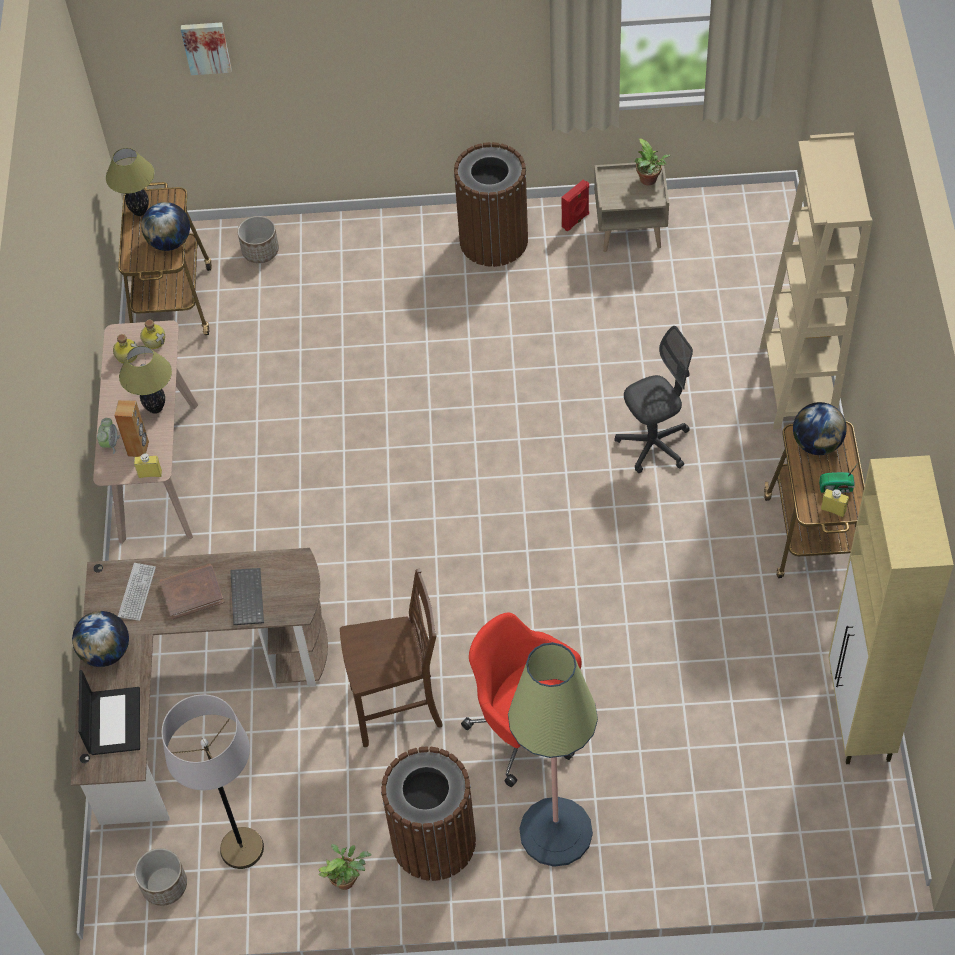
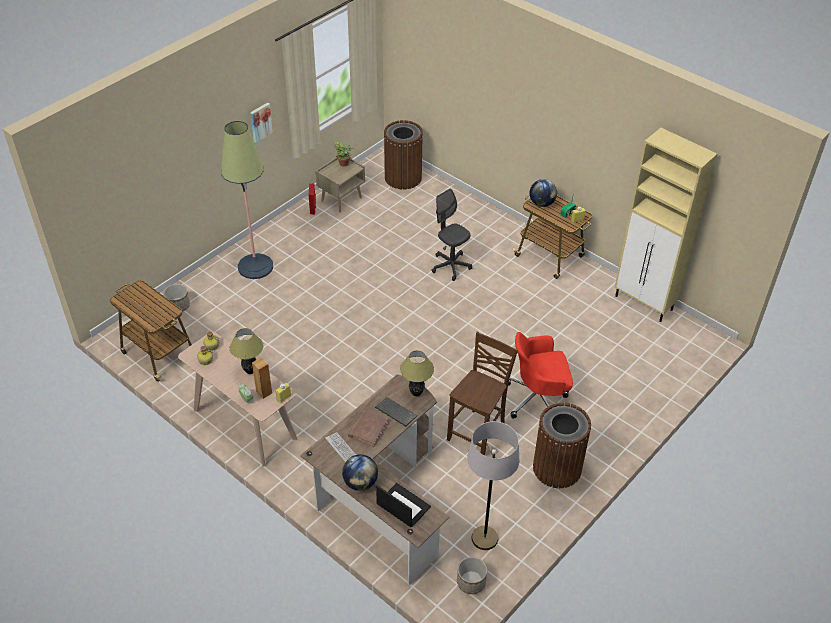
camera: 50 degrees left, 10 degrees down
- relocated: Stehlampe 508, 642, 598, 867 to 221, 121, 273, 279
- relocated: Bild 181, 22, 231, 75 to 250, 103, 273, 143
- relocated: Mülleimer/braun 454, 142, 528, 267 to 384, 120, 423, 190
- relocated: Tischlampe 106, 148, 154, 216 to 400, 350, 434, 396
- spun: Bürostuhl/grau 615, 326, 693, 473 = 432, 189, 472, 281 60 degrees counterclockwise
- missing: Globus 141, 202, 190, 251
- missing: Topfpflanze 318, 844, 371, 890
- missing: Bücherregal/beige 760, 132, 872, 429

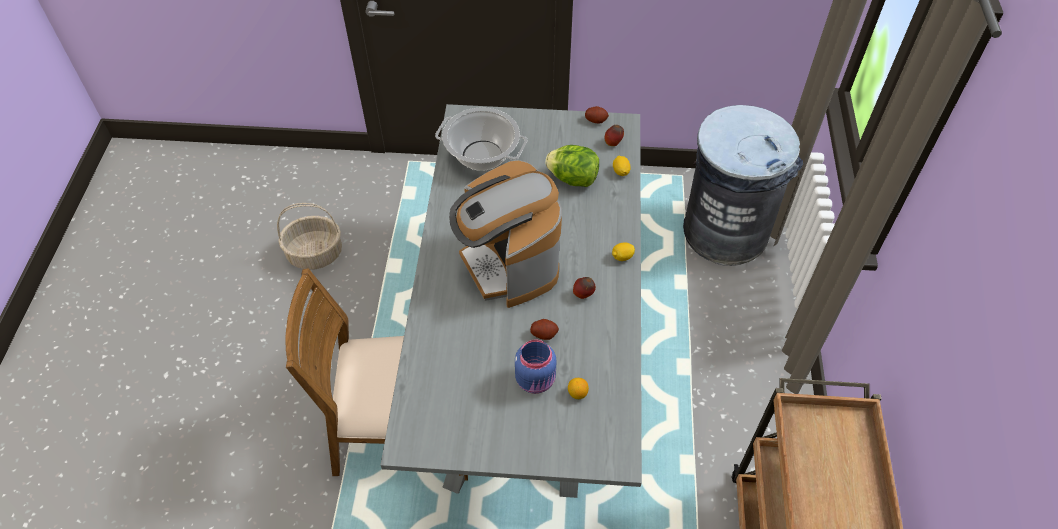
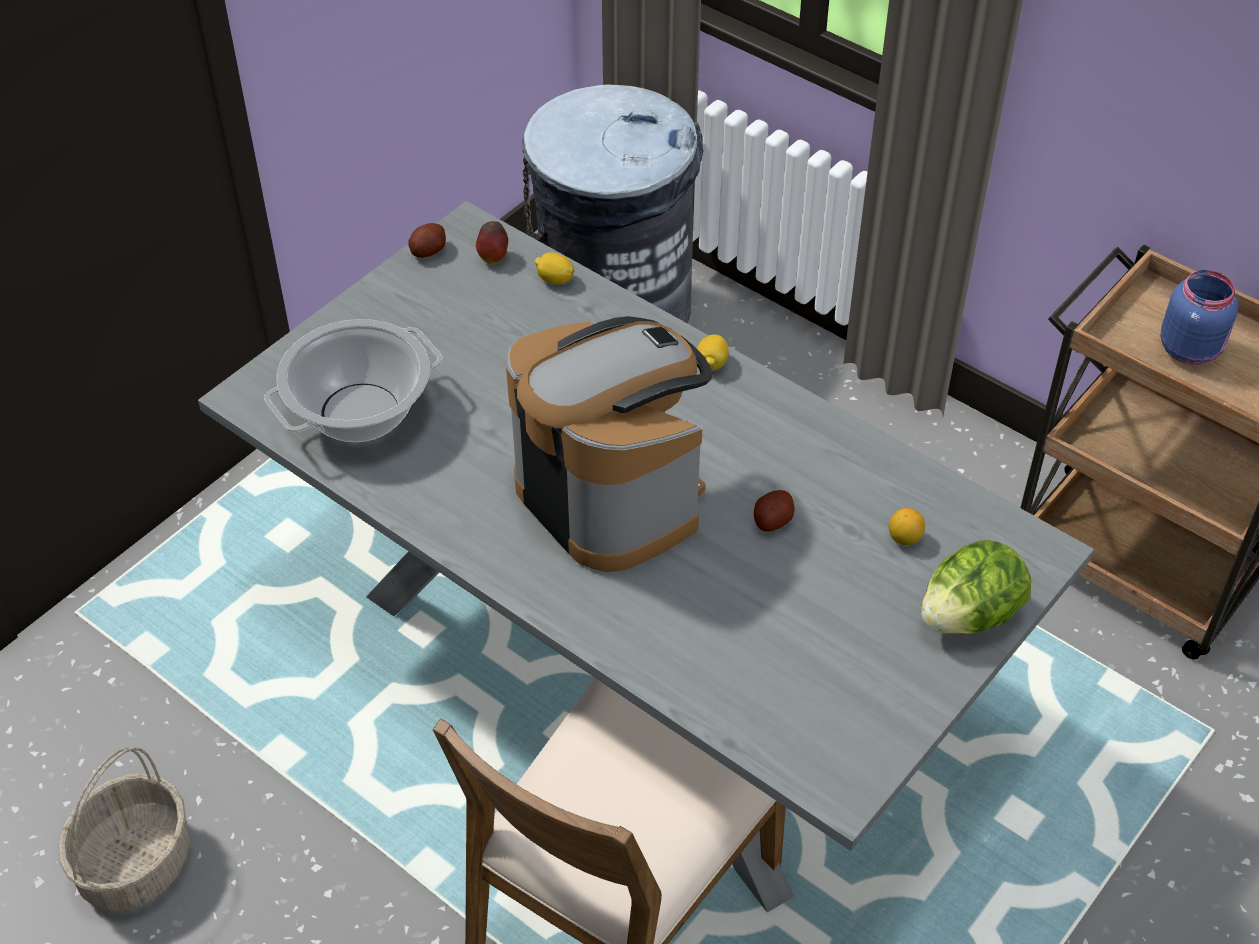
camera: 55 degrees left, 5 degrees down
- spun: Kaffeemaschine 449, 160, 562, 308 = 505, 316, 713, 572 135 degrees counterclockwise
- relocated: Salatkopf 545, 145, 599, 187 to 921, 540, 1031, 635
- relocated: Vorratsglas/blau 515, 339, 557, 394 to 1160, 270, 1238, 365
- missing: Apfel 573, 277, 596, 299

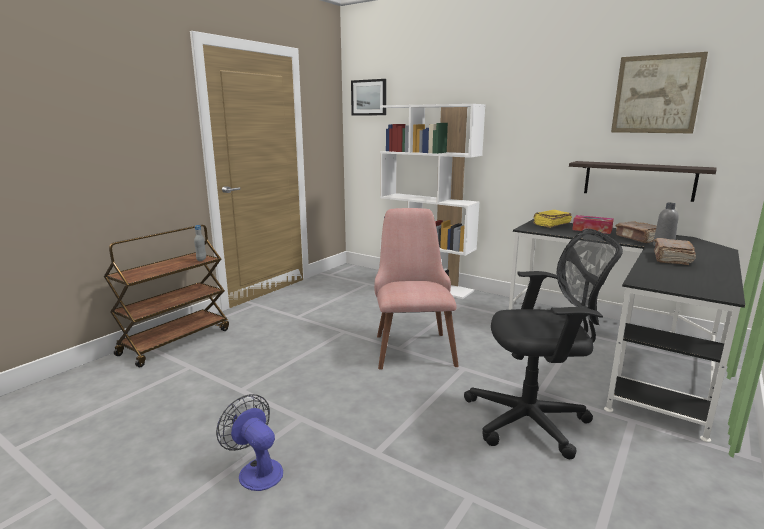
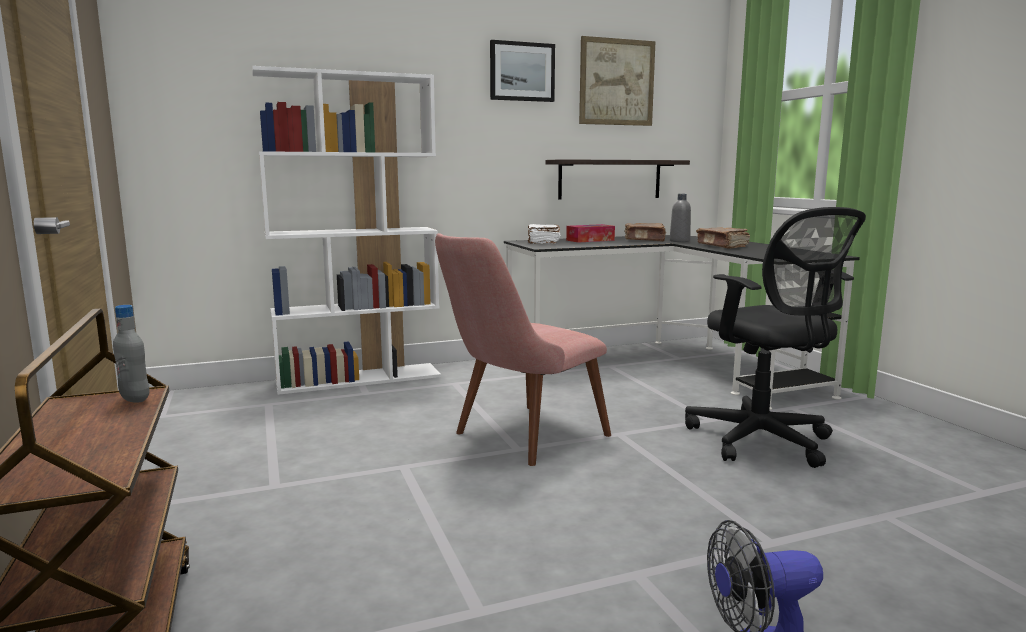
camera: 55 degrees left, 5 degrees down
- spun: Stuhl/rosa 374, 208, 459, 370 = 435, 233, 611, 466 75 degrees counterclockwise
- relocated: Bild 351, 79, 386, 115 to 490, 40, 555, 102
- colour: Buch/gelb 533, 210, 572, 228 to Buch/weiß 528, 224, 561, 244
- spun: Bürostuhl/schwarz 464, 229, 623, 459 = 685, 207, 866, 468 120 degrees clockwise

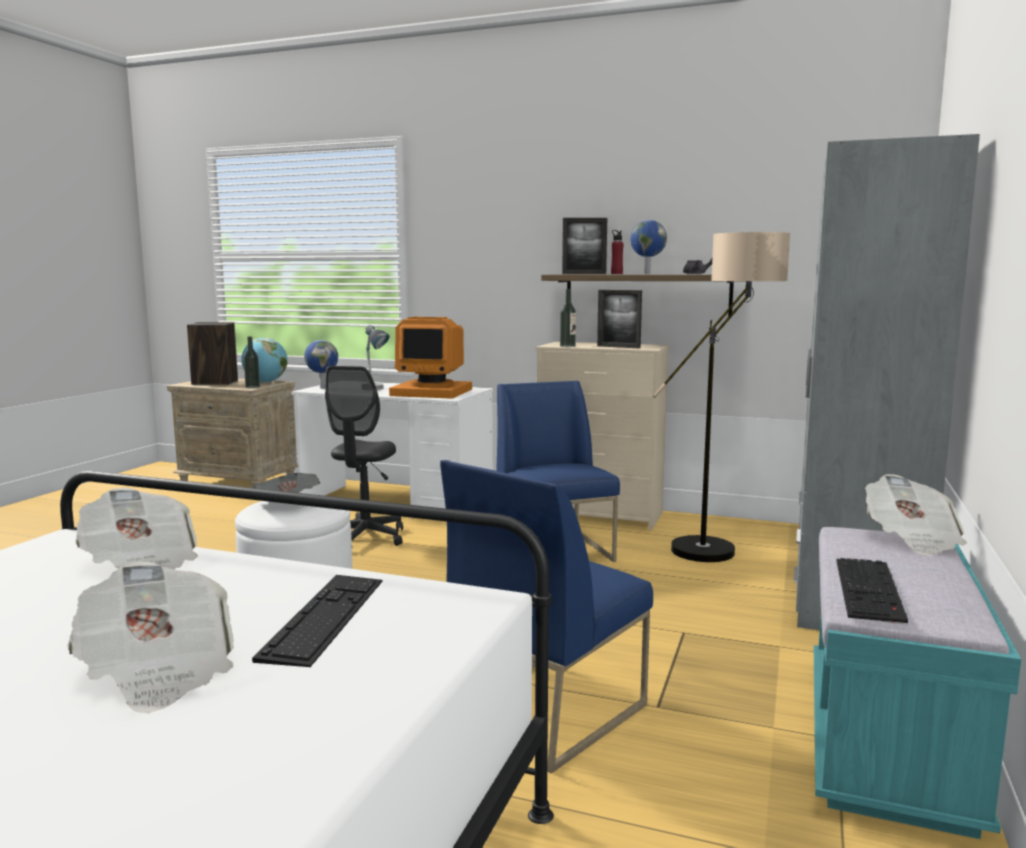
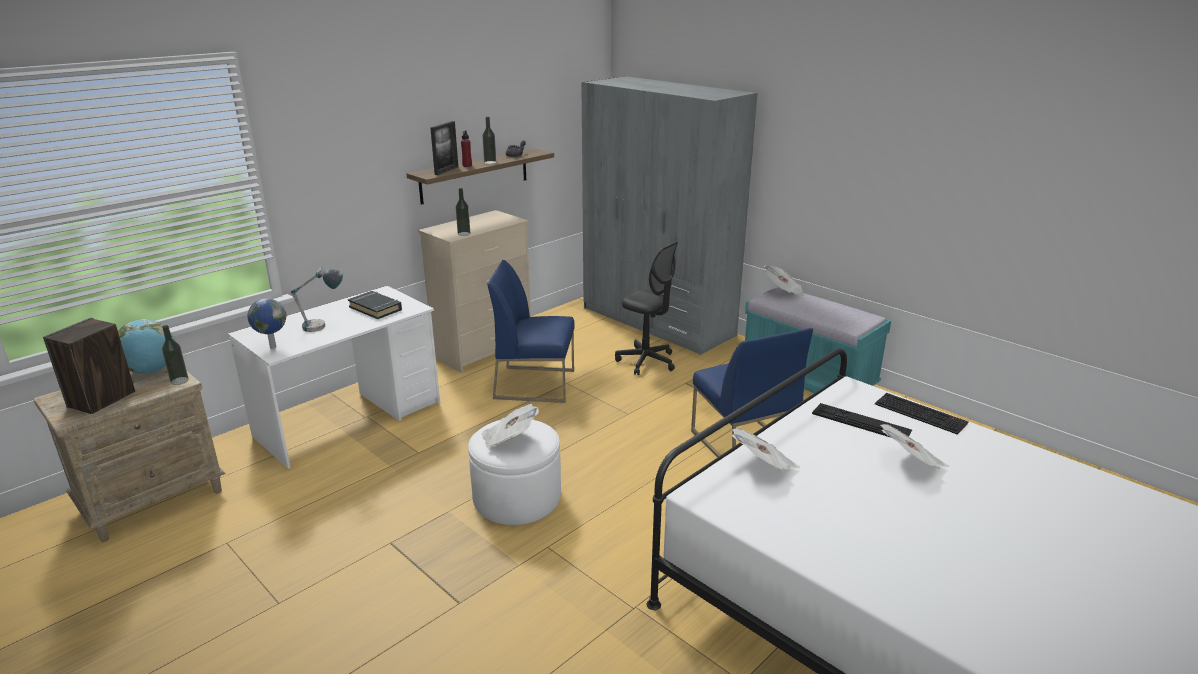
camera: 65 degrees left, 15 degrees up
- exchanged: Monitor 389, 317, 472, 399 to Buch/schwarz 348, 291, 402, 319
- exchanged: Globus 630, 220, 667, 274 to Flasche 482, 117, 496, 164
- relocated: Bürostuhl/schwarz 325, 366, 403, 546 to 615, 242, 678, 375
- relocated: Tastatur 836, 558, 908, 625 to 875, 393, 968, 435
- missing: Bilderrahmen 597, 290, 642, 348
- missing: Stehlampe 653, 232, 790, 562

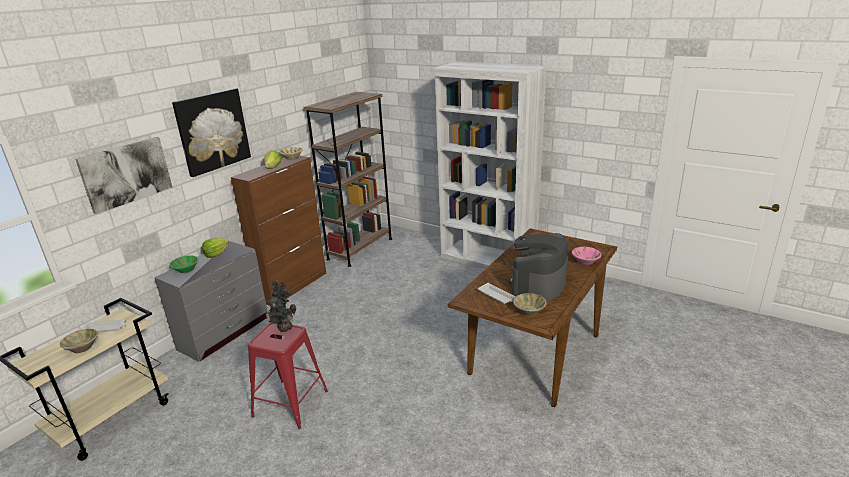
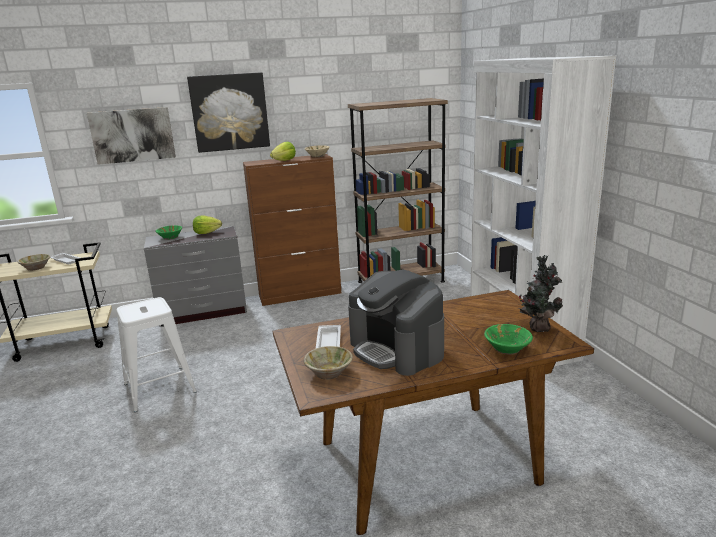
camera: 40 degrees right, 5 degrees down
- colour: Hocker/rot 248, 323, 328, 429 to Hocker/weiß 117, 297, 197, 412
- spun: Kaffeemaschine 509, 233, 568, 301 = 348, 269, 444, 376 105 degrees counterclockwise
- colour: Schüssel/rosa 572, 247, 602, 265 to Schüssel/grün 484, 324, 533, 355
- relocated: Topfpflanze 266, 280, 297, 332 to 518, 255, 563, 332

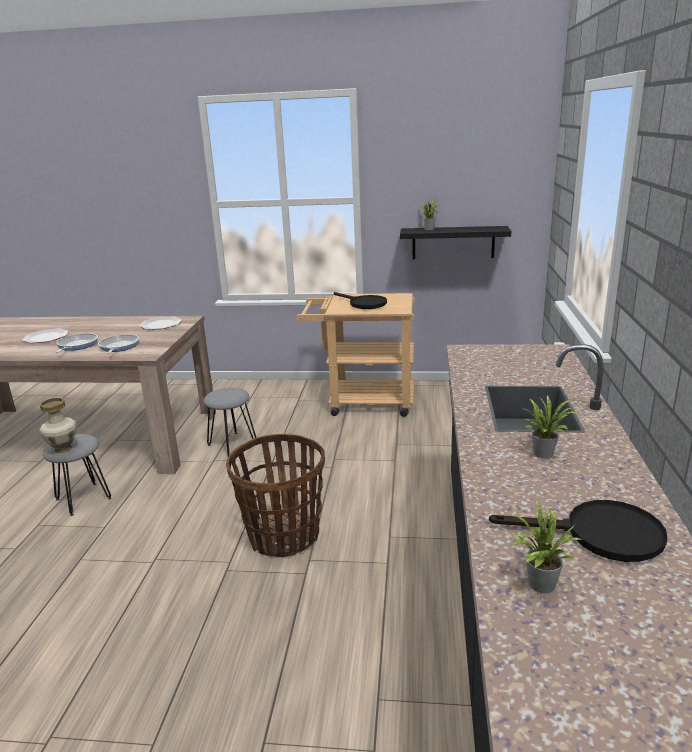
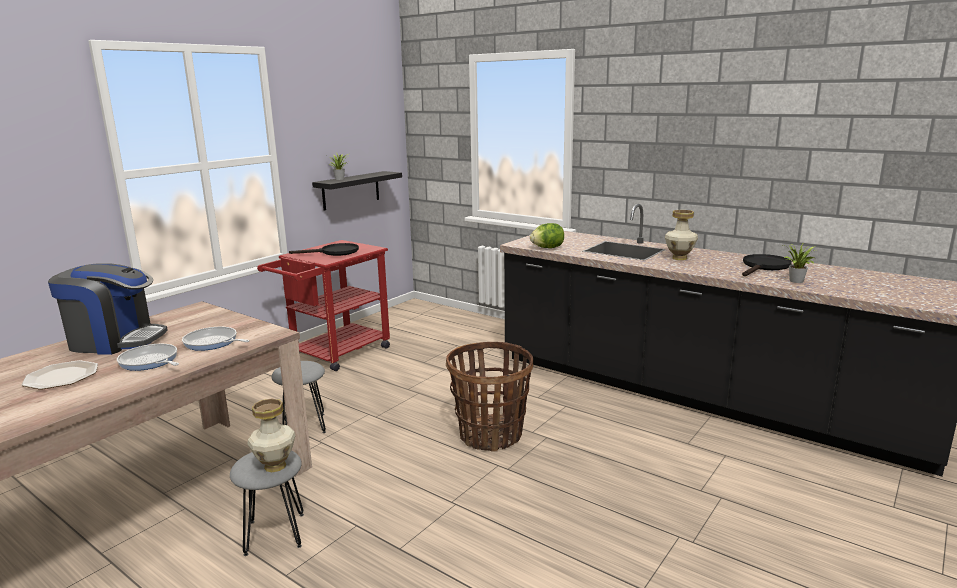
camera: 60 degrees left, 5 degrees down
- appeared: Kaffeemaschine 48, 263, 167, 355
- colour: Rollwagen/beige 296, 293, 415, 417 to Rollwagen/rot 257, 240, 390, 371
- appeared: Salatkopf 530, 223, 564, 248
- exchanged: Topfpflanze 525, 395, 577, 458 to Vase 665, 210, 698, 260
- missing: Teller 139, 316, 182, 330

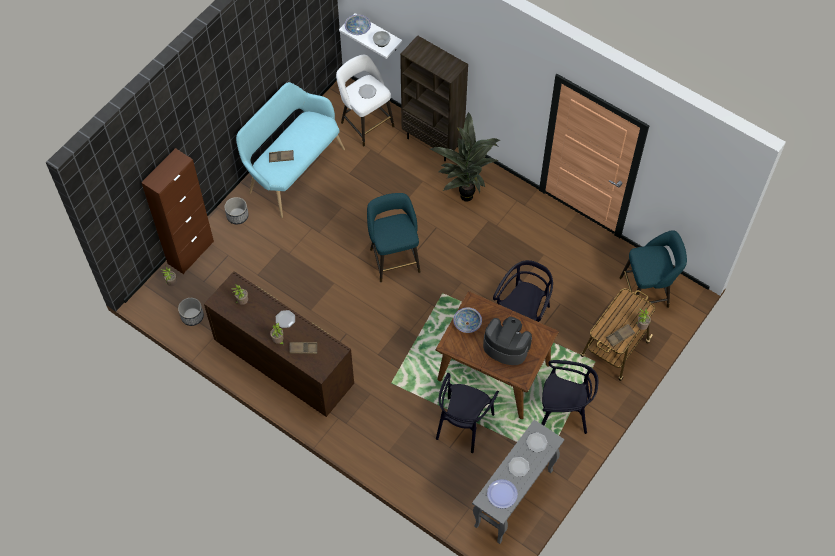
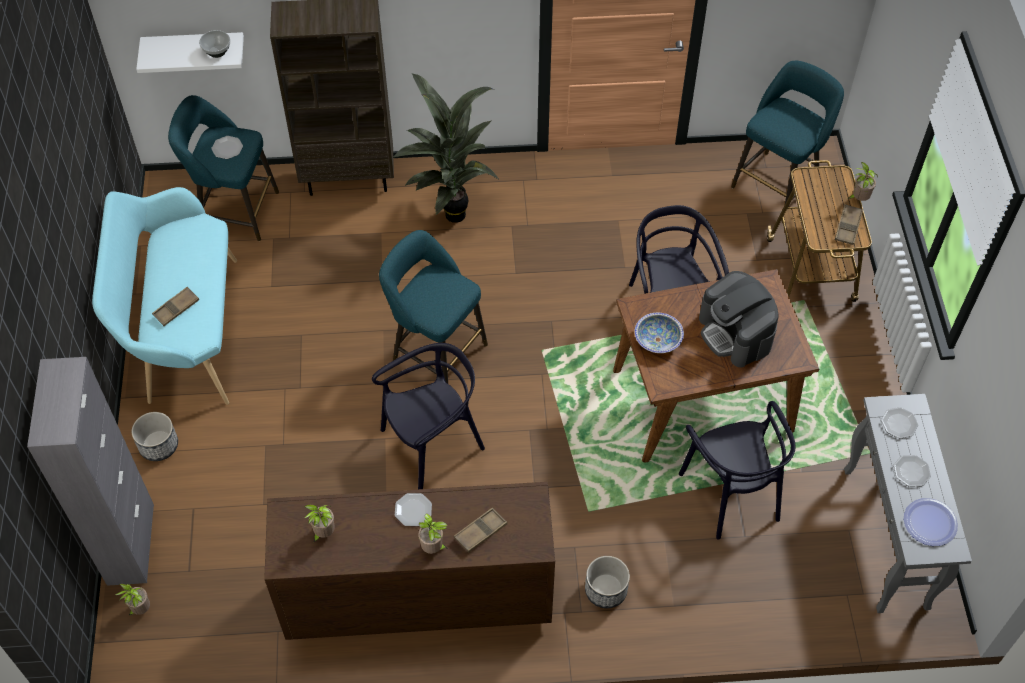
camera: 40 degrees left, 5 degrees down
- colour: Schrank/braun 141, 148, 214, 274 to Schrank/grau 27, 357, 154, 586
- colour: Hocker/weiß 336, 55, 394, 147 to Hocker/türkis 168, 95, 279, 241
- relocated: Stuhl/schwarz 541, 360, 599, 434 to 372, 343, 485, 489
- relocated: Pflanzkübel 178, 298, 204, 326 to 585, 556, 630, 608
- spun: Kaffeemaschine 483, 317, 532, 365 = 699, 271, 779, 367 105 degrees counterclockwise
- missing: Schüssel 345, 15, 371, 35

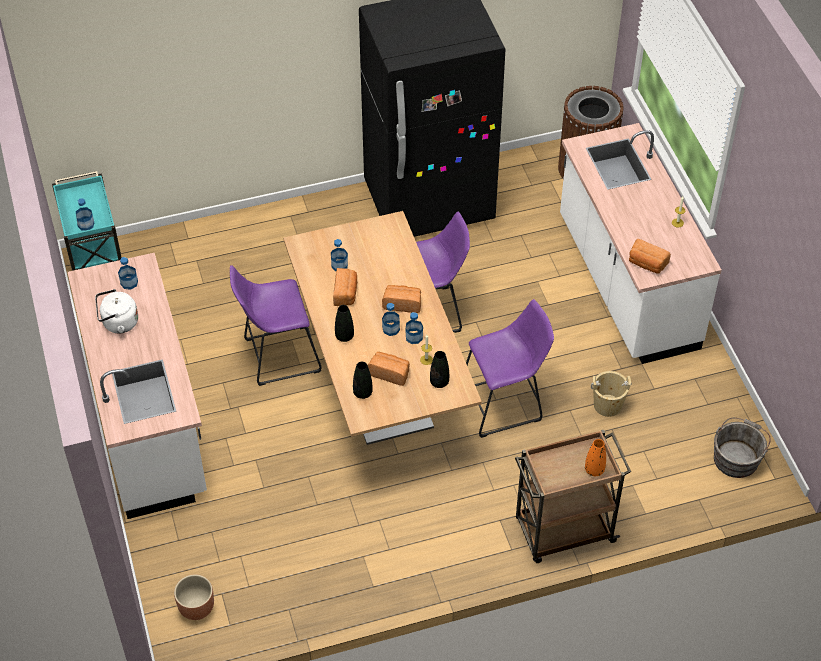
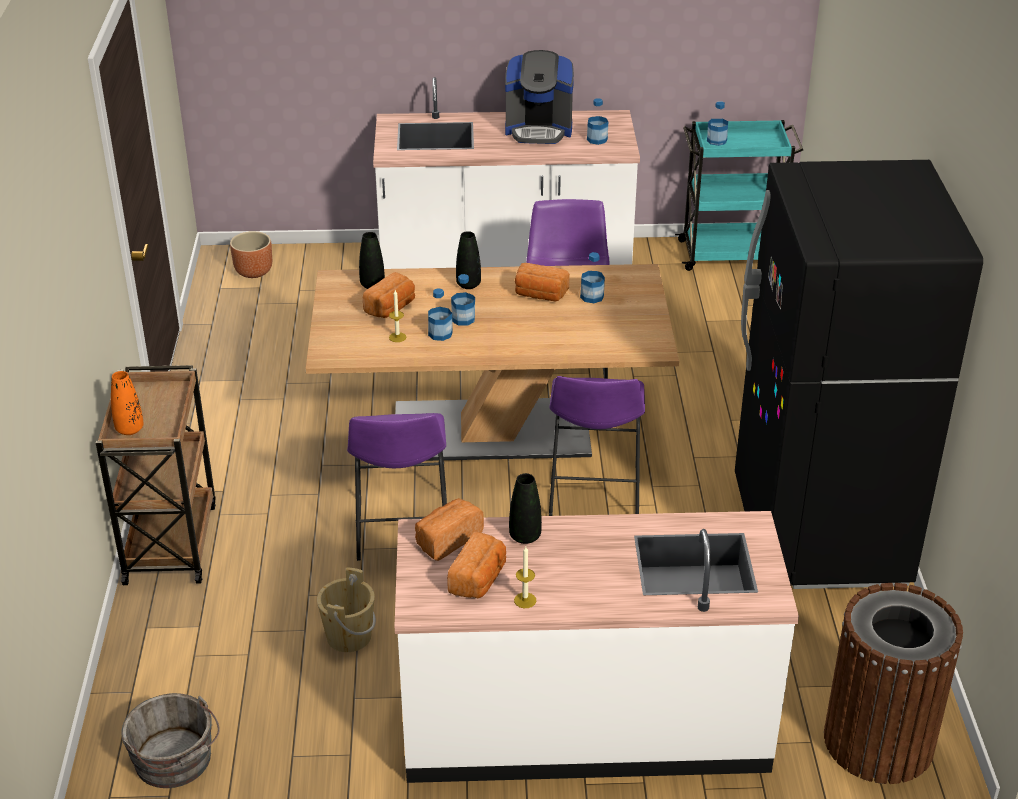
camera: 105 degrees right, 15 degrees down
- relocated: Brot 382, 285, 421, 313 to 447, 531, 506, 599
- exchanged: Wasserkessel/weiß 95, 289, 138, 333 to Kaffeemaschine 505, 50, 574, 144
- relocated: Vase/schwarz 430, 351, 449, 388 to 509, 473, 542, 544

